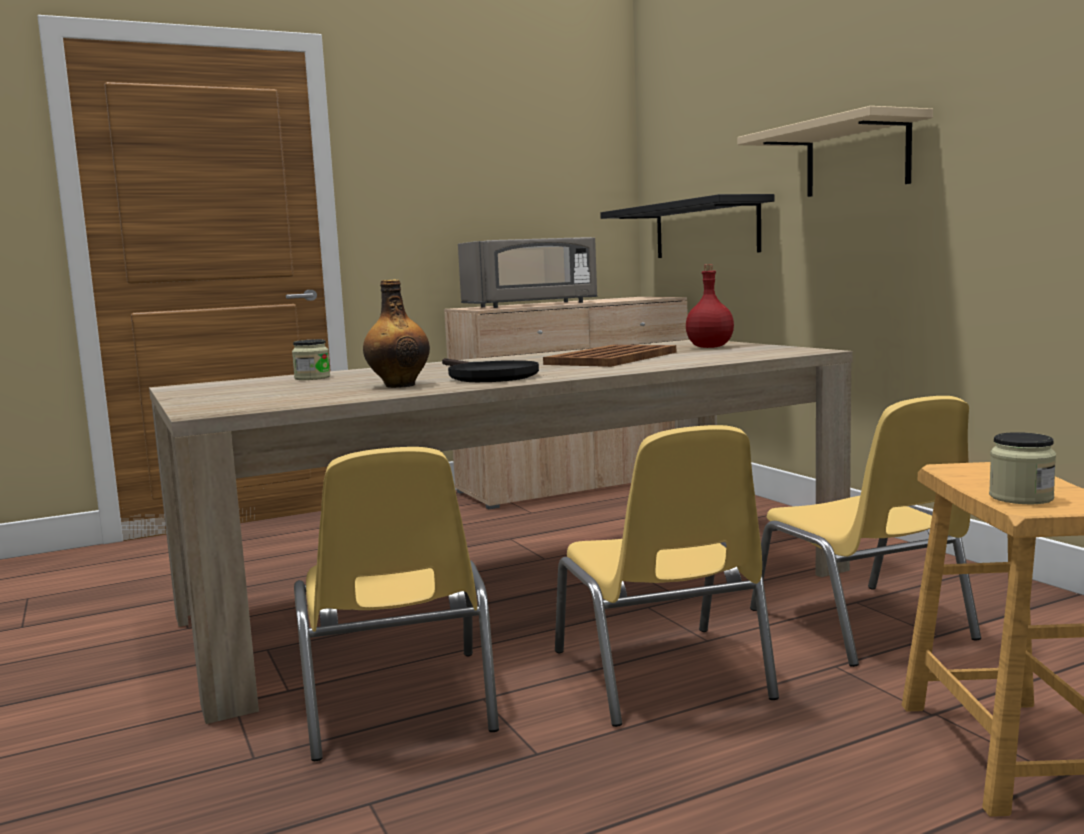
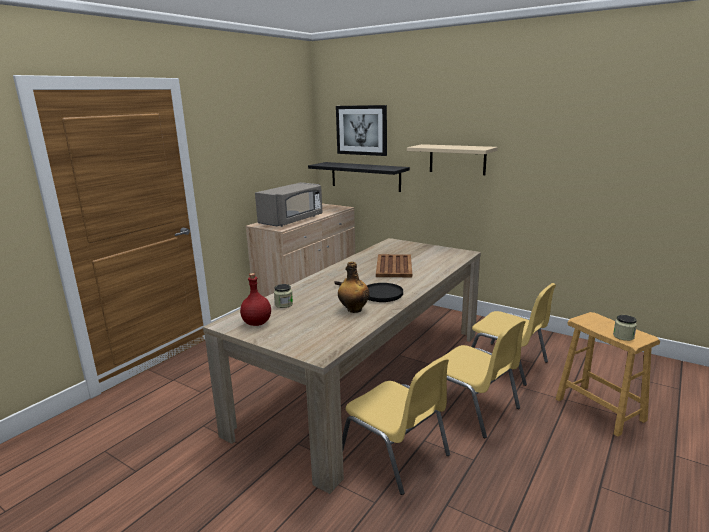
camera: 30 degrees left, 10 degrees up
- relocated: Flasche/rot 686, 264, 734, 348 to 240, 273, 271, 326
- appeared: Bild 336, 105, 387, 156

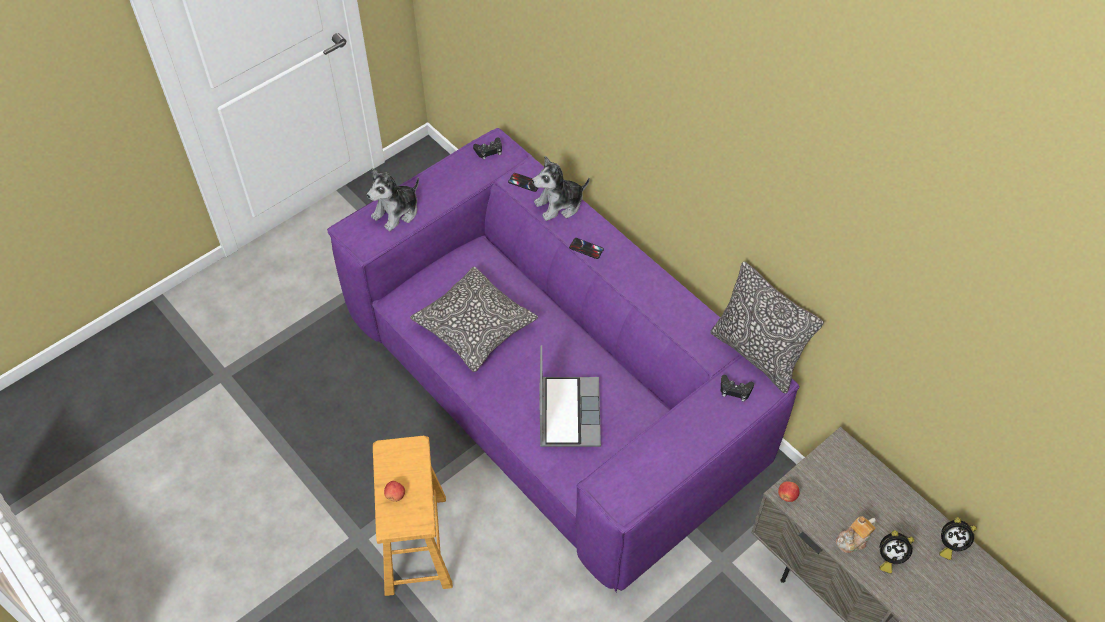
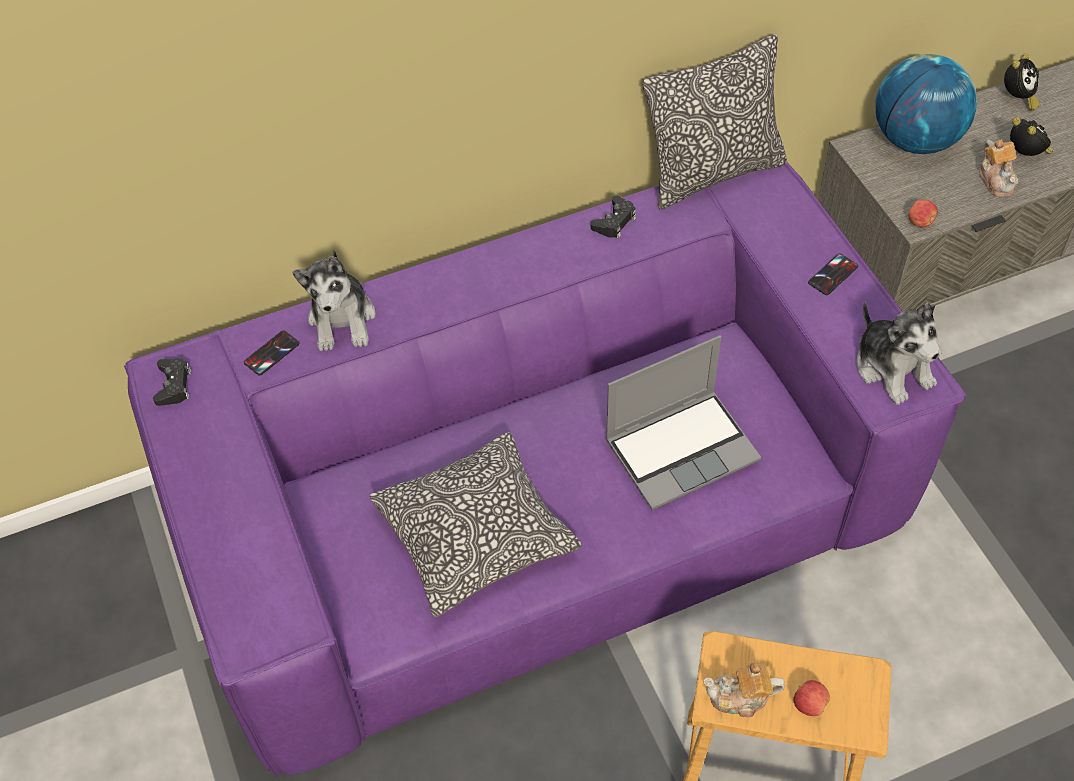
camera: 70 degrees left, 0 degrees up
- relocated: Gamepad/schwarz 721, 375, 754, 402 to 591, 196, 636, 238
- spun: Laptop 539, 345, 601, 447 = 605, 335, 761, 510 135 degrees clockwise
- appeared: Teekanne 703, 663, 785, 717
- relocated: Handy 569, 238, 604, 259 to 808, 254, 858, 295
- relocated: Plüschtier 367, 168, 419, 231 to 857, 301, 942, 405
- appeared: Globus 875, 54, 977, 154
- spun: Wecker 879, 530, 914, 573 = 1010, 117, 1053, 156 60 degrees counterclockwise

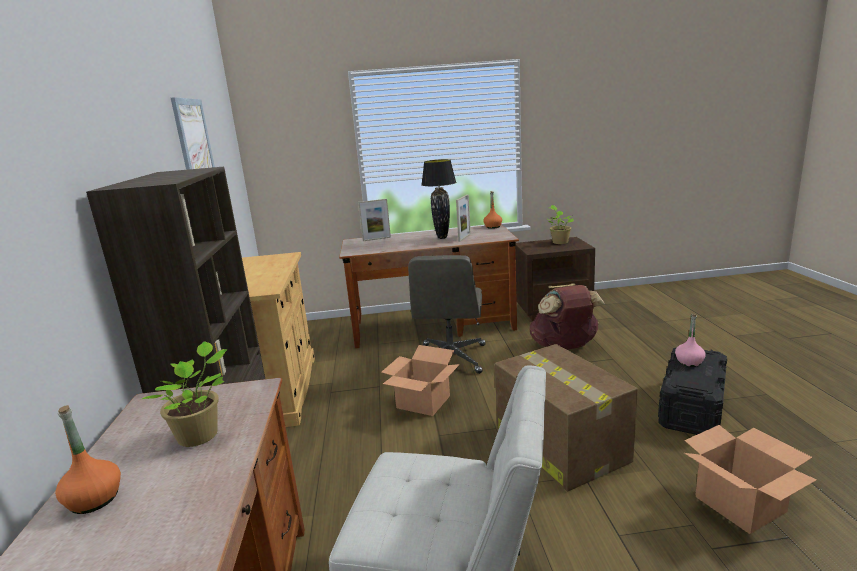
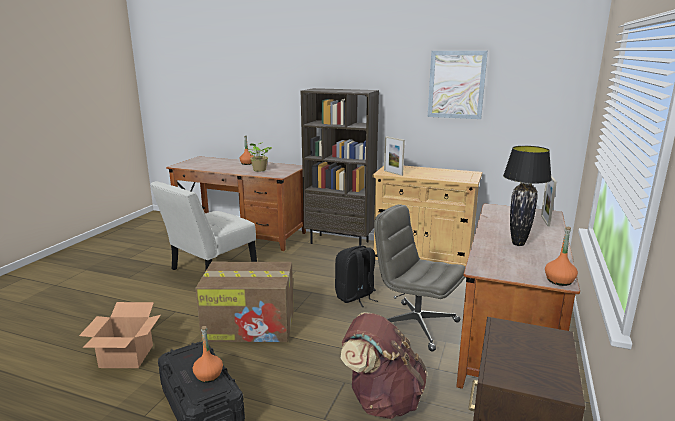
camera: 115 degrees right, 0 degrees up
- colour: Flasche/rosa 675, 314, 706, 367 to Flasche/orange 193, 326, 223, 383
- exchanged: Karton 381, 345, 460, 416 to Rucksack/schwarz 335, 246, 378, 307
- relocated: Bilderrahmen 456, 195, 471, 242 to 384, 136, 405, 176
- missing: Topfpflanze 547, 205, 574, 244

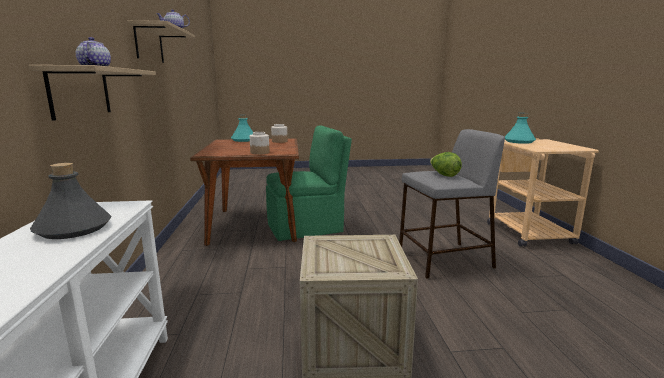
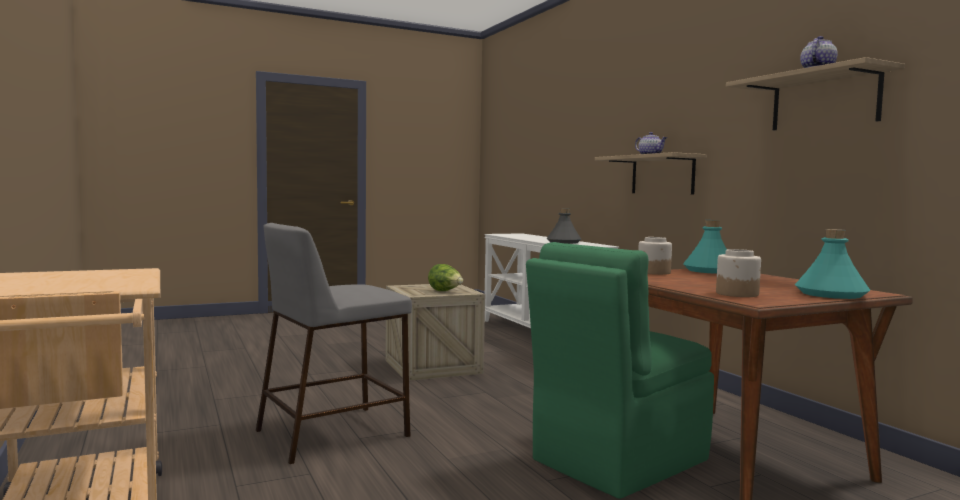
camera: 160 degrees right, 10 degrees down
- relocated: Salatkopf 430, 152, 462, 177 to 428, 264, 463, 291
- relocated: Flasche/türkis 505, 113, 536, 144 to 683, 220, 727, 274

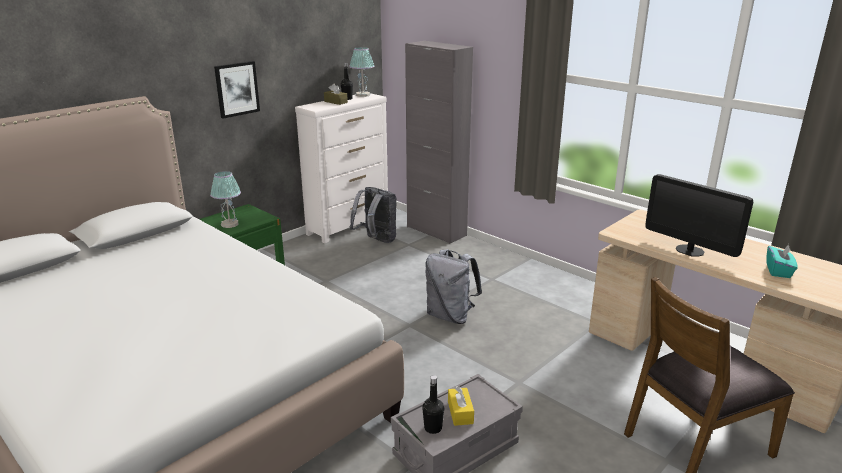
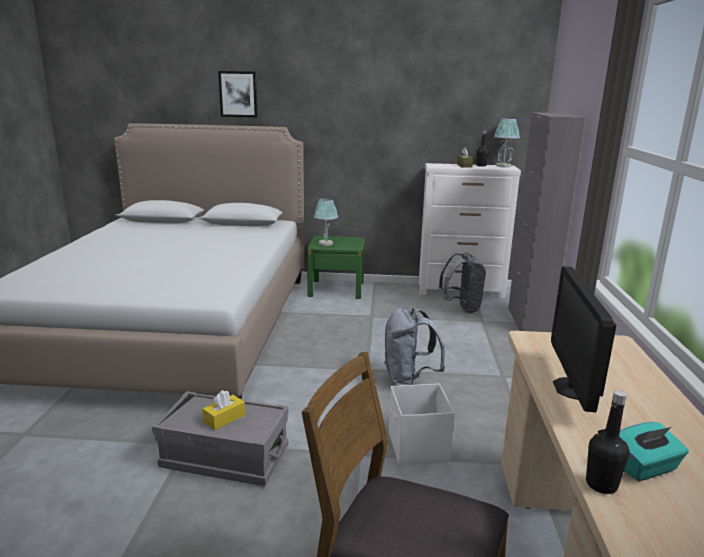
camera: 50 degrees right, 5 degrees down
- relocated: Bild 214, 61, 260, 119 to 218, 71, 258, 118
- appeared: Aufbewahrungsbox/weiß 389, 384, 455, 466
- relocated: Flasche/schwarz 422, 375, 444, 434 to 586, 390, 630, 494

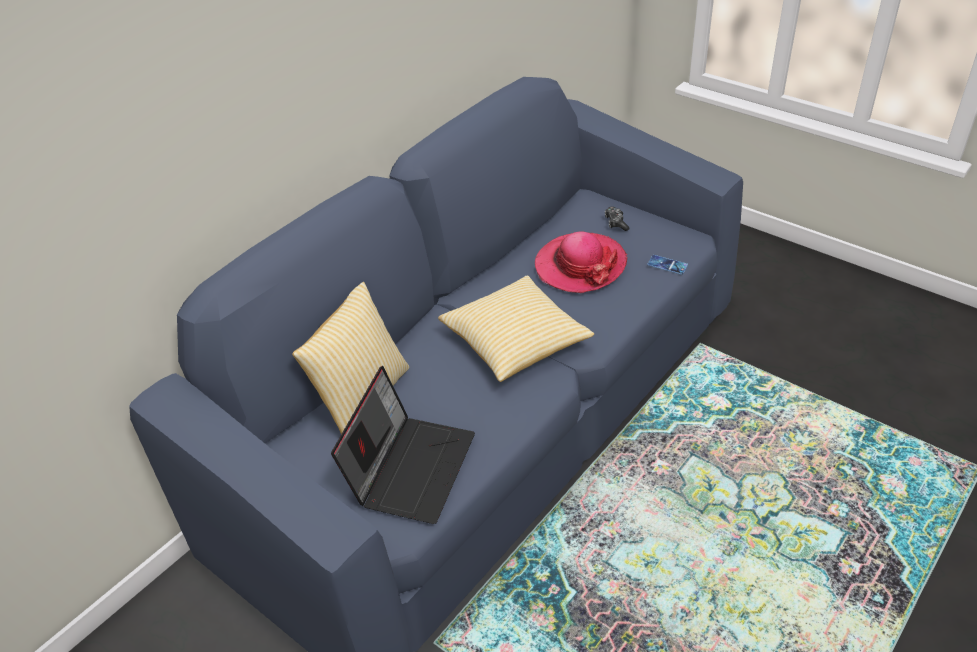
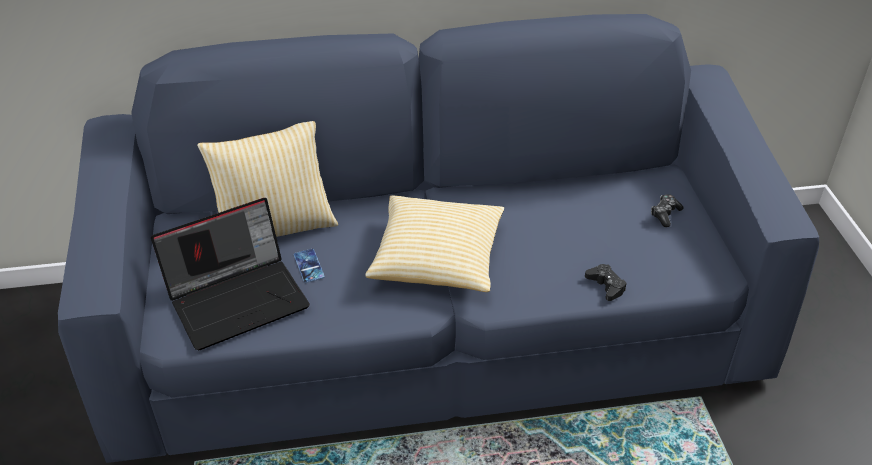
camera: 40 degrees right, 0 degrees up
- relocated: Handy 647, 255, 688, 275 to 294, 249, 325, 283
- appeared: Gamepad/schwarz 585, 264, 627, 301
- missing: Hut 535, 232, 628, 293

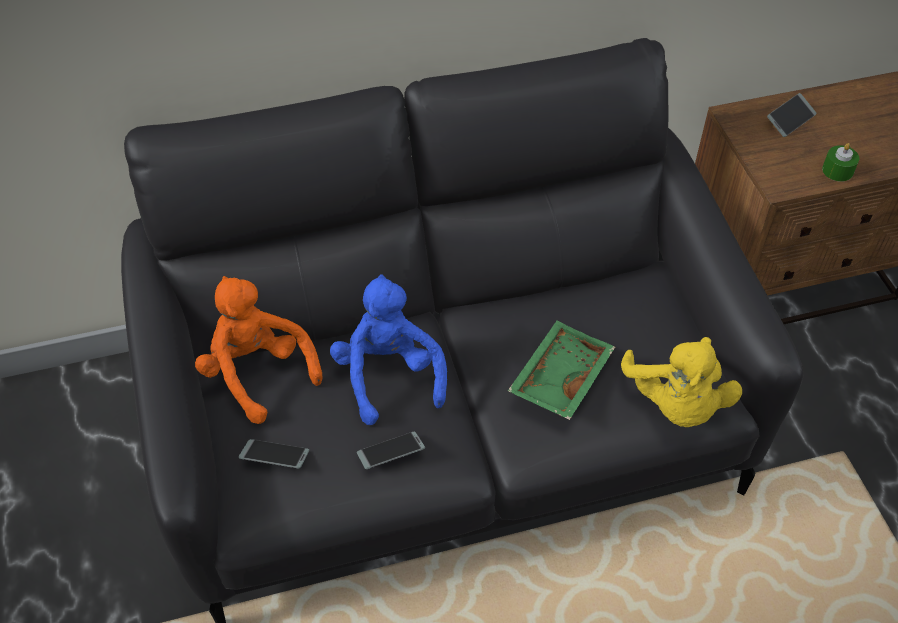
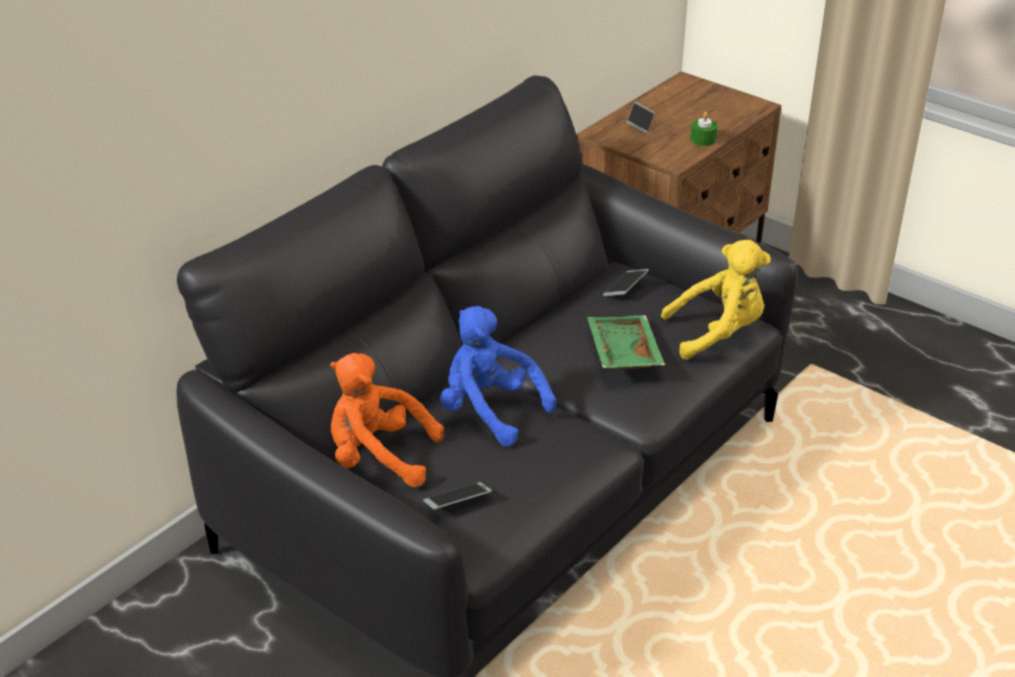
camera: 35 degrees left, 15 degrees down
- relocated: Handy 357, 432, 425, 469 to 603, 269, 649, 296
- spun: Plüschtier/gelb 621, 337, 742, 427 = 661, 240, 771, 360 60 degrees counterclockwise

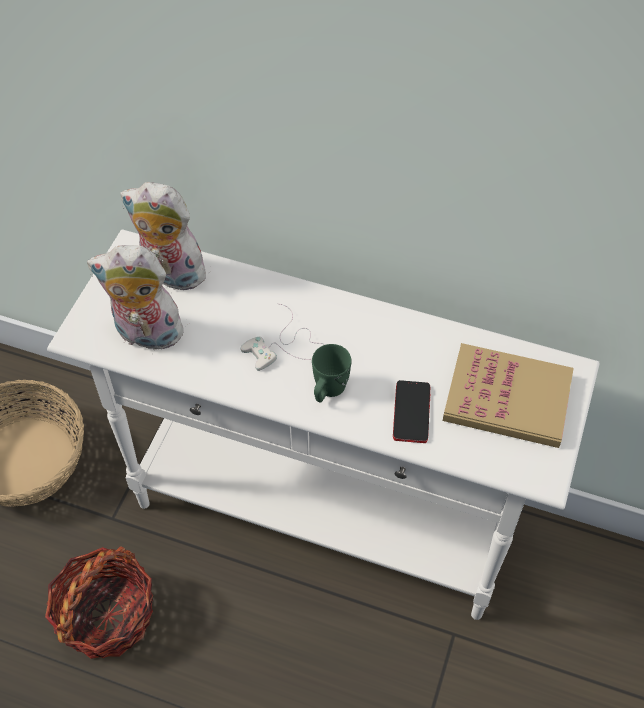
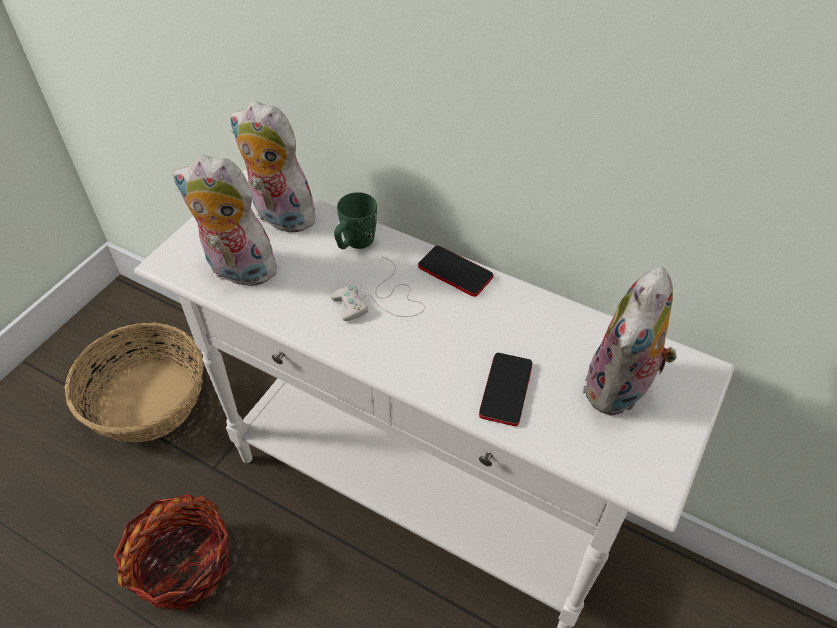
camera: 10 degrees right, 5 degrees down
- relocated: Henkelbecher/grün 312, 344, 352, 402 to 334, 192, 377, 249
- appeared: Handy 418, 246, 493, 297
- exchanged: Buch 443, 343, 574, 448 to Plüschtier 583, 267, 677, 416

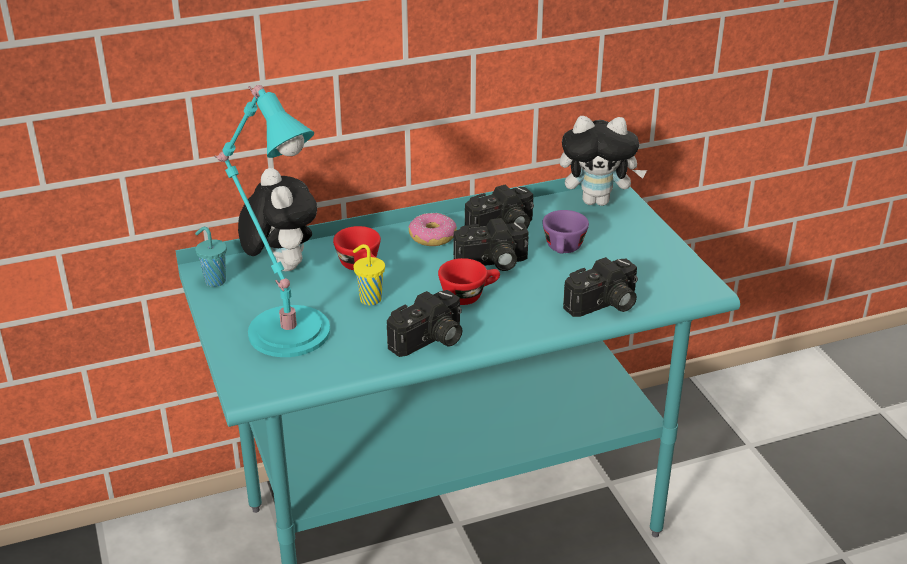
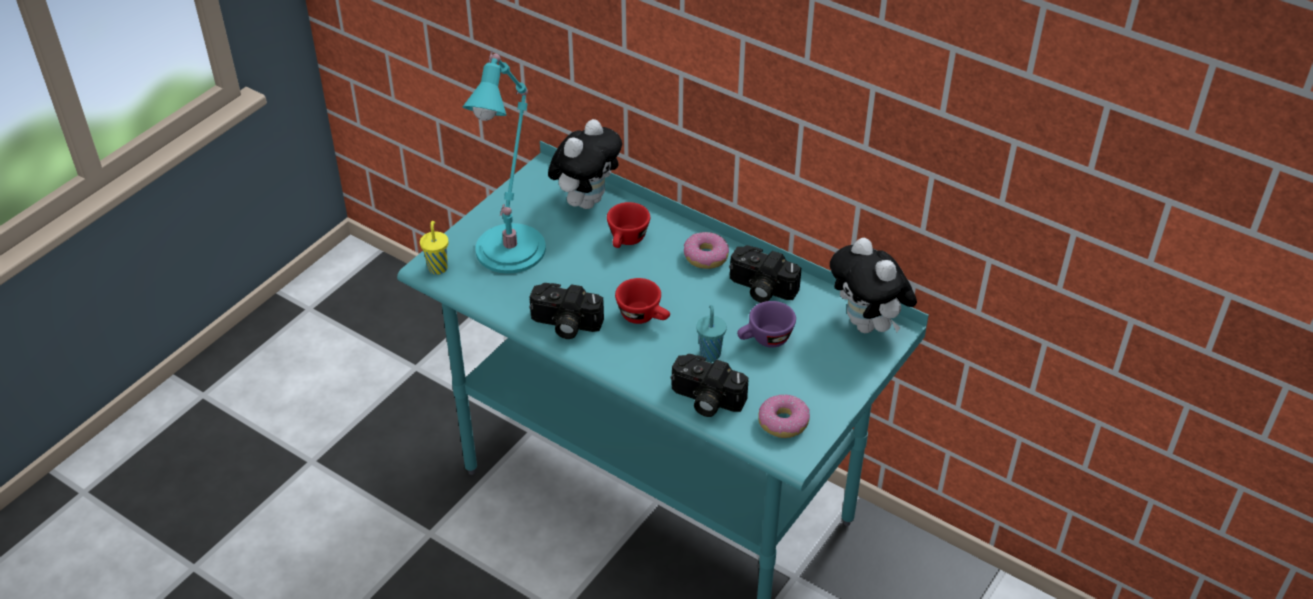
camera: 55 degrees right, 10 degrees up
- relocated: Tasse/gelb 353, 244, 385, 305 to 420, 221, 448, 275
- relocated: Tasse/türkis 195, 227, 227, 287 to 696, 305, 727, 361
- appeared: Donut 758, 394, 810, 438
- missing: Kamera 453, 218, 529, 271

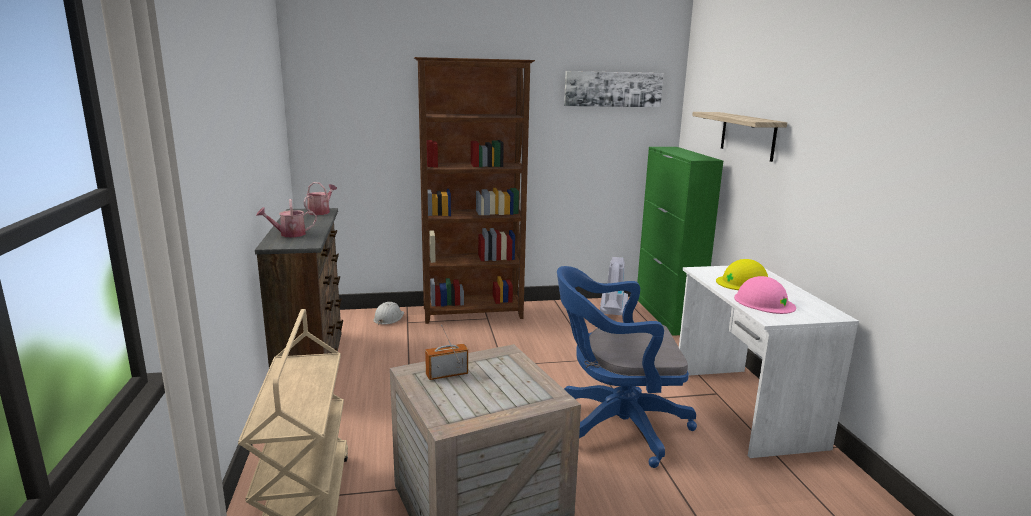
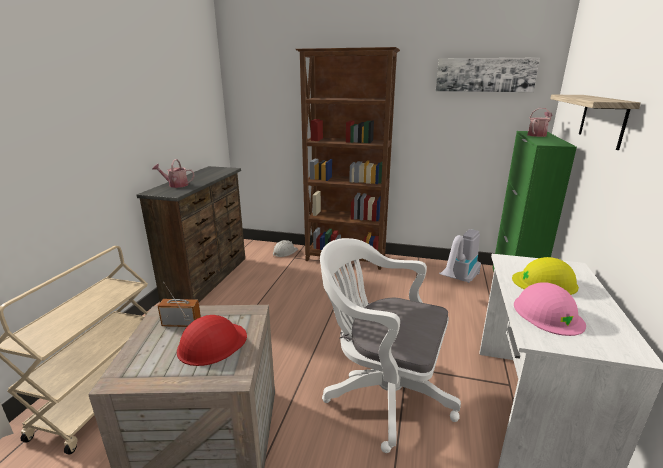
camera: 25 degrees right, 5 degrees up
- appeared: Schutzhelm/rot 177, 315, 247, 366
- colour: Bürostuhl/blau 557, 266, 697, 468 to Bürostuhl/weiß 320, 238, 461, 453
- relocated: Gießkanne 304, 182, 337, 215 to 527, 108, 553, 137

